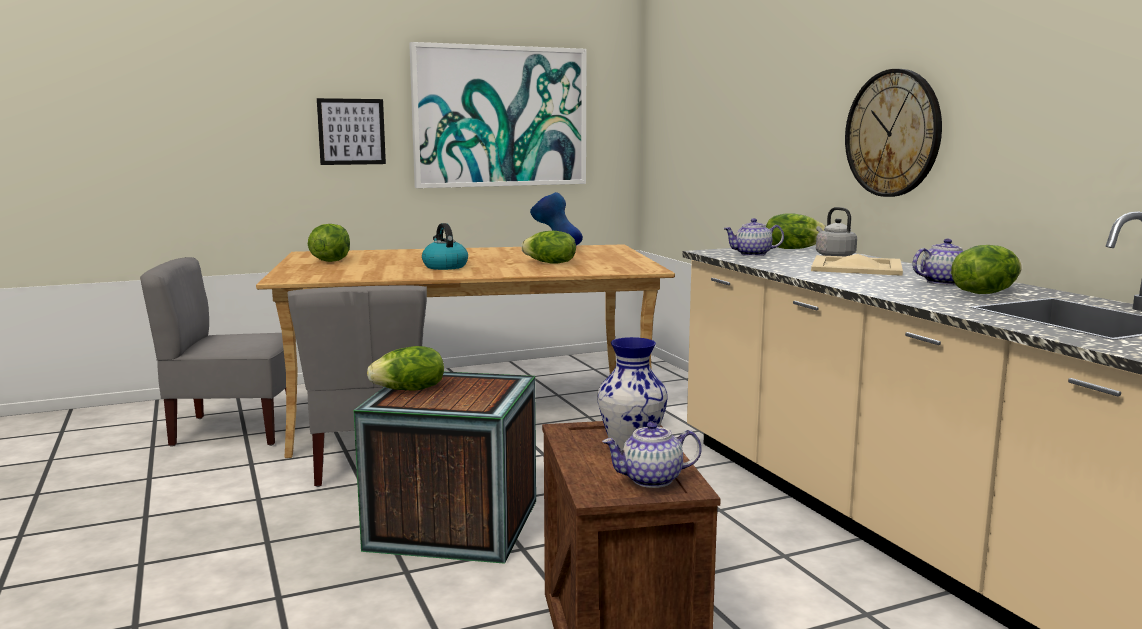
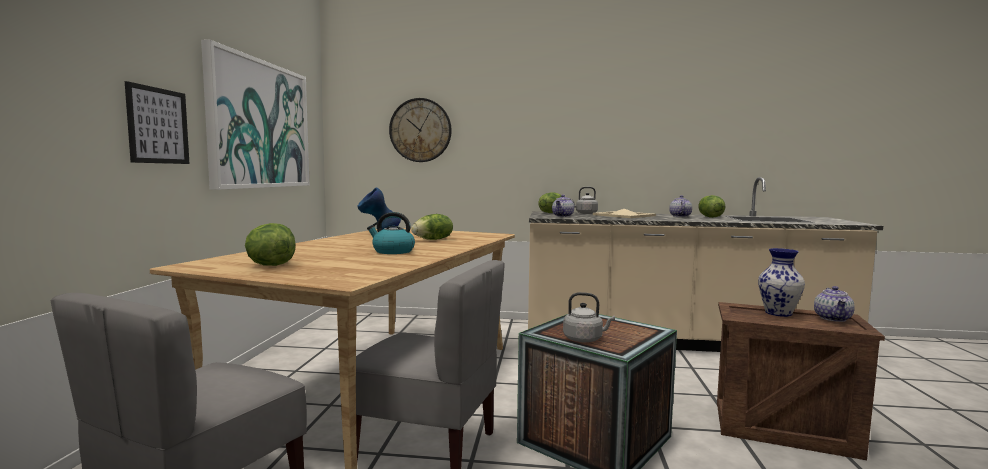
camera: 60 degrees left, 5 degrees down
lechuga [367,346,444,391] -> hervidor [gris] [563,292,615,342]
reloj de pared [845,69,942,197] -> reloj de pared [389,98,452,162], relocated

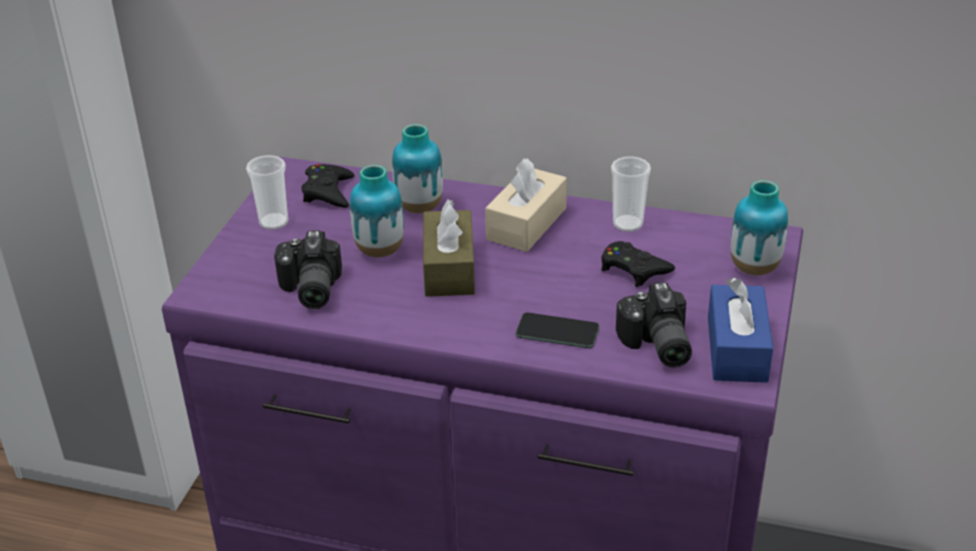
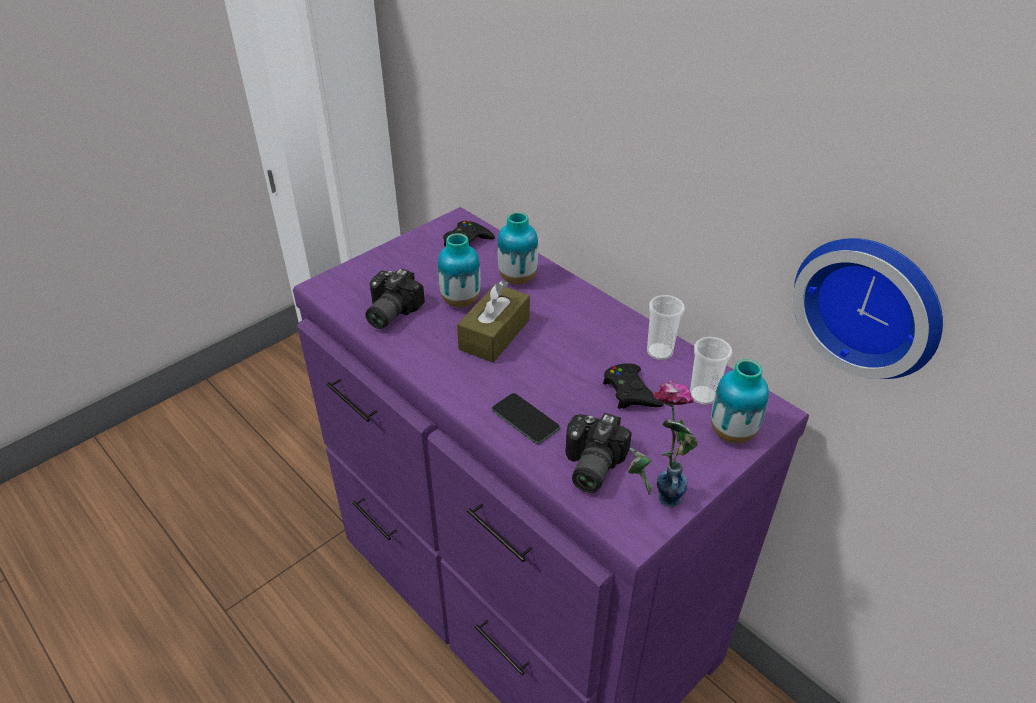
camera: 30 degrees right, 5 degrees up
taza [246,155,288,230] -> taza [690,337,732,405], relocated
caja de pañuelos [beis] [485,158,567,252] -> none
caja de pañuelos [azul] [708,278,773,383] -> florero [628,380,698,508]
none -> reloj de pared [793,238,943,379]

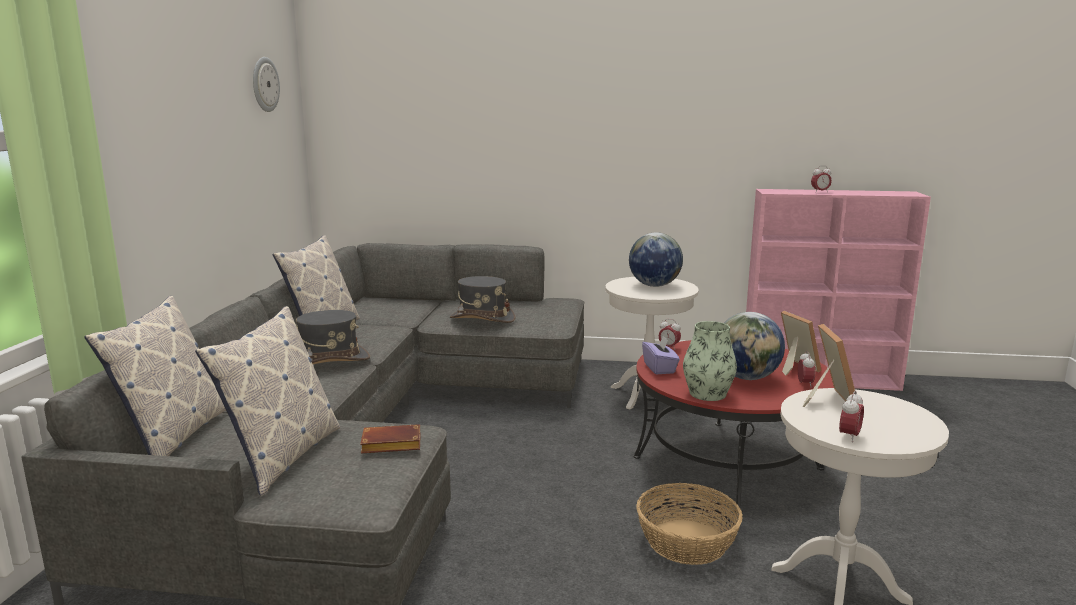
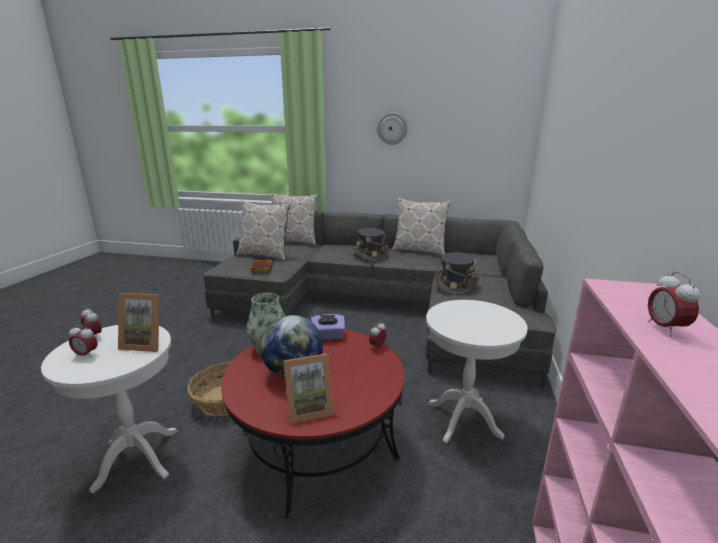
camera: 95 degrees right, 5 degrees up
reloj de pared [253,57,280,112] -> reloj de pared [377,112,407,145], relocated
globo terráqueo [629,232,683,287] -> none
despertador [798,351,816,388] -> despertador [69,325,98,358], relocated

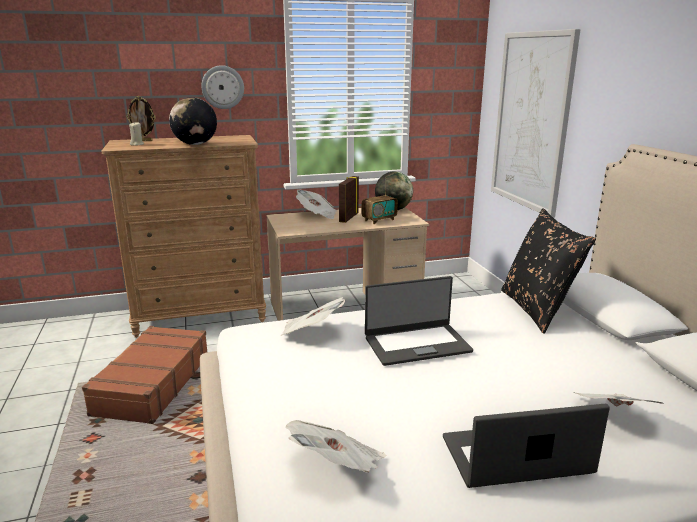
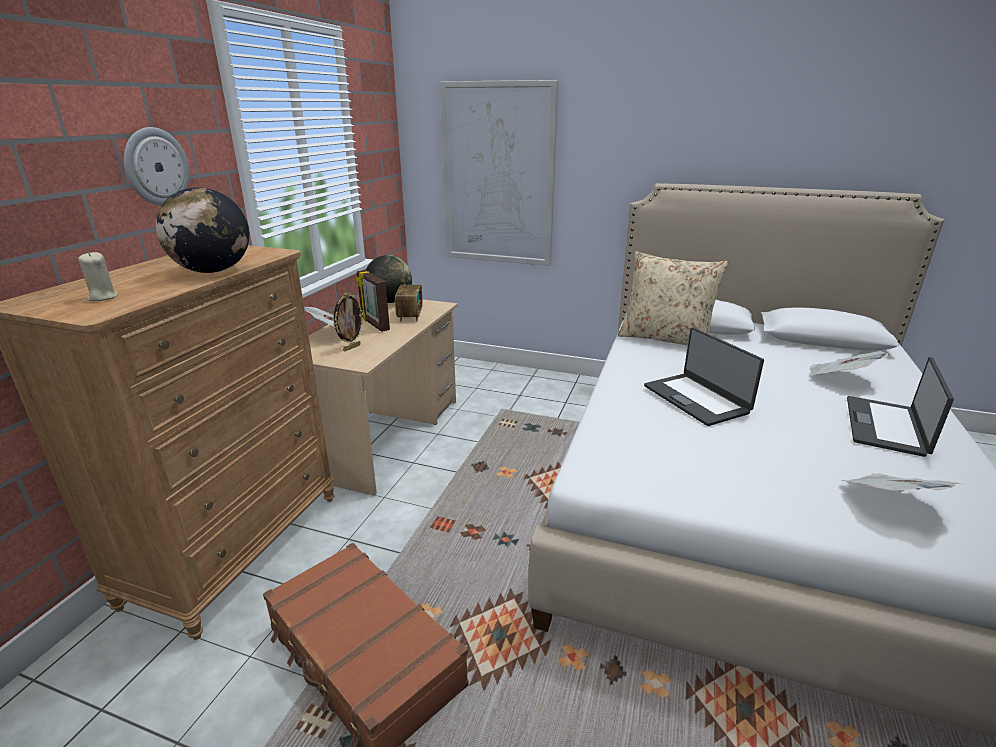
camera: 55 degrees left, 5 degrees up
portarretratos [126,96,155,141] -> portarretratos [333,293,364,351], relocated
periódico [280,297,345,336] -> none
portátil [365,276,473,366] -> portátil [644,327,764,426], 135 degrees clockwise
cojín [negro] [501,209,596,334] -> cojín [beis] [618,251,729,346]

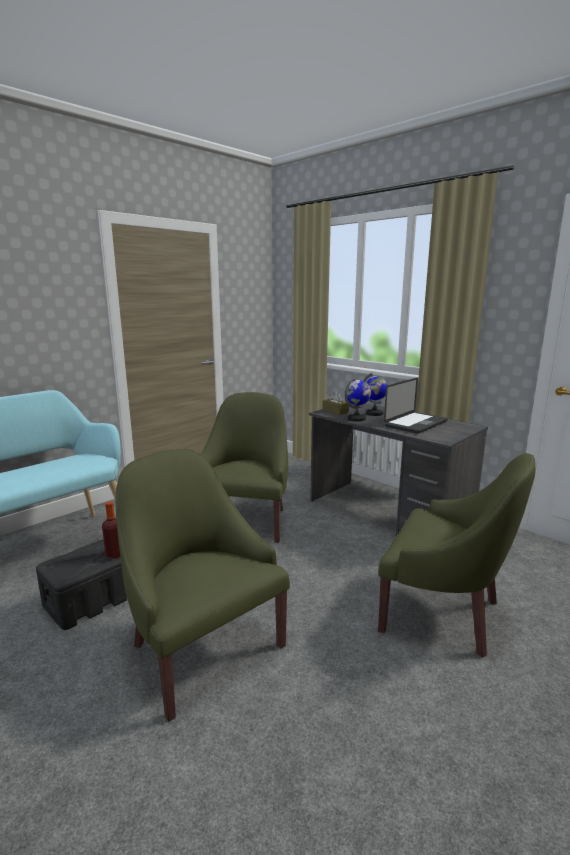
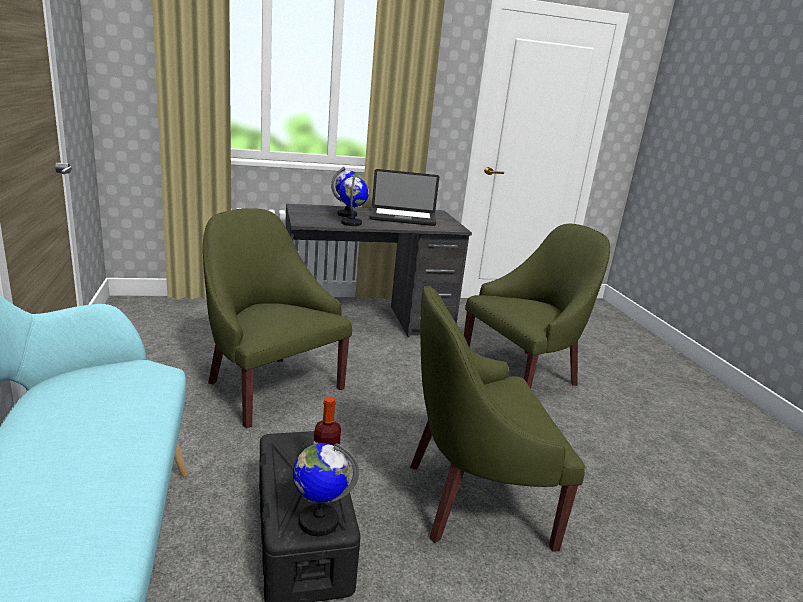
camera: 60 degrees left, 5 degrees up
caja de pañuelos [marrón] [323,391,349,415] -> none
portátil [384,378,448,434] -> portátil [369,169,439,226], 105 degrees clockwise
none -> globo terráqueo [293,443,359,536]

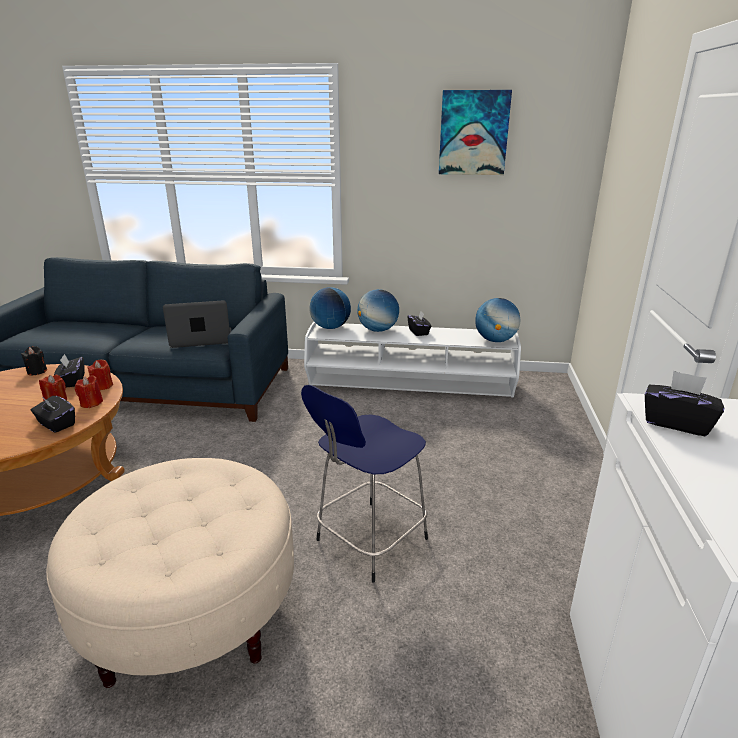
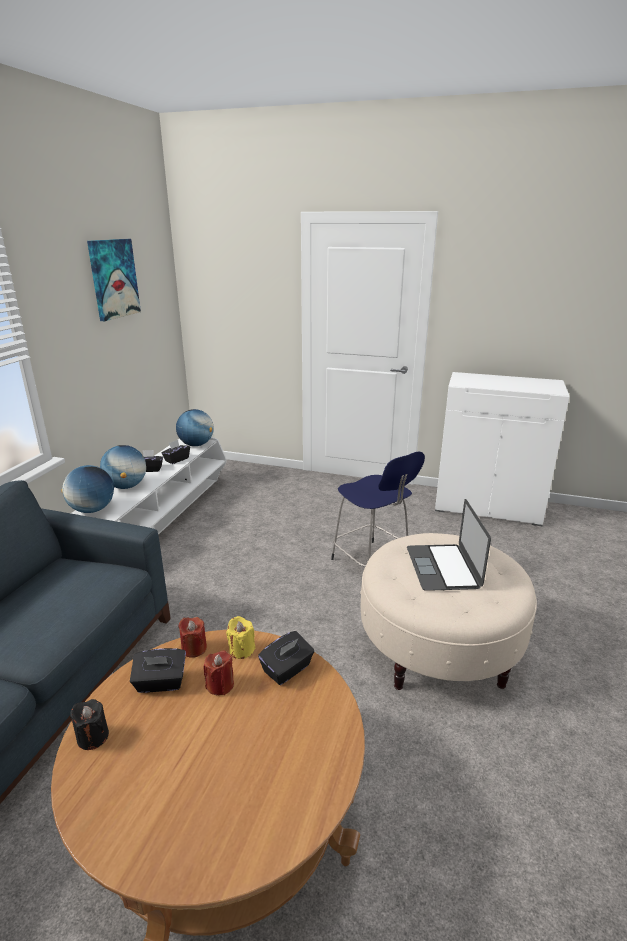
camera: 80 degrees left, 0 degrees up
vela [rojo] [75,375,103,408] -> vela [amarillo] [226,616,255,659]
portátil [163,301,231,348] -> portátil [407,499,491,591], relocated
caja de pañuelos [negro] [645,371,724,436] -> caja de pañuelos [negro] [161,440,190,464], relocated

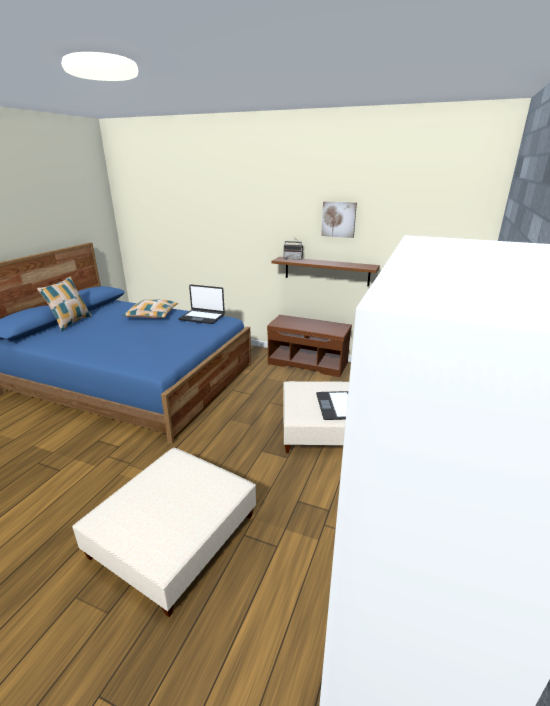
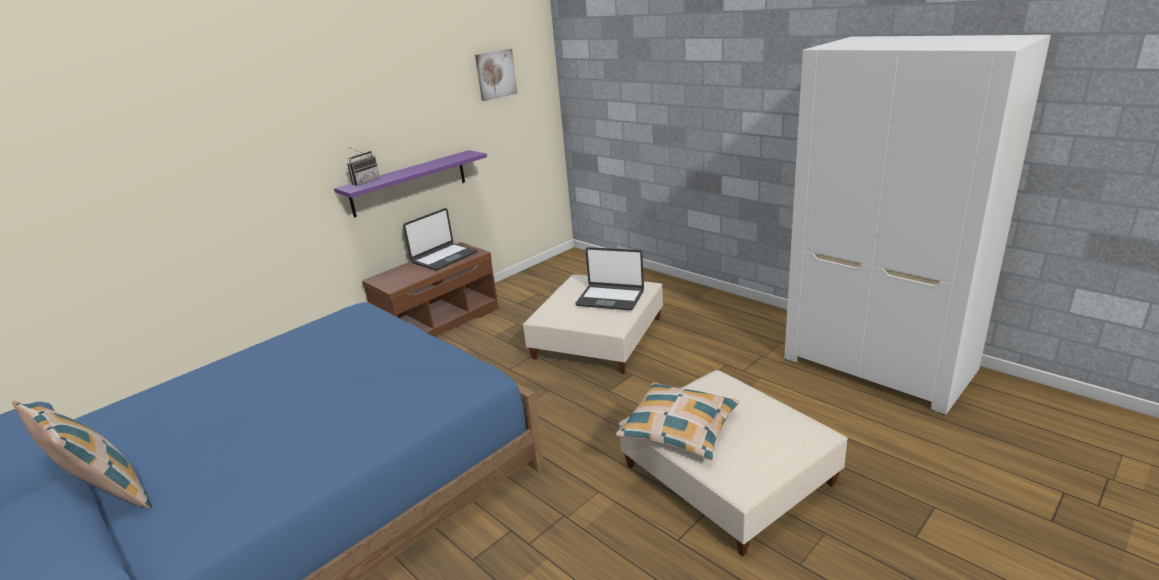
camera: 65 degrees left, 0 degrees up
cojín [122,299,178,318] -> cojín [616,382,739,460], relocated
portátil [179,284,225,324] -> portátil [403,208,478,270], relocated
estante [marrón] [271,257,380,286] -> estante [morado] [334,150,487,218]
cuadro [321,201,357,238] -> cuadro [475,49,518,101], relocated

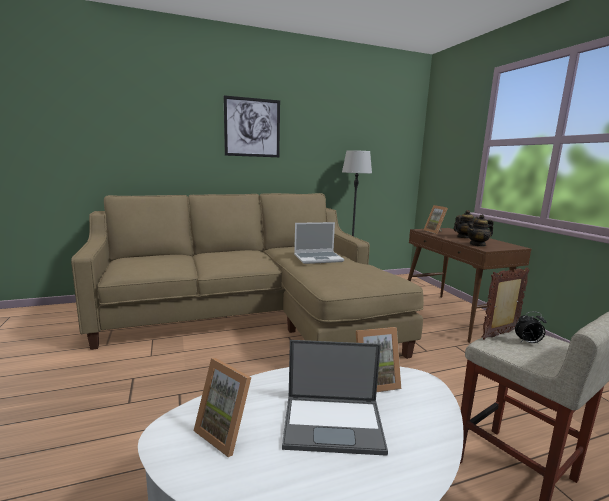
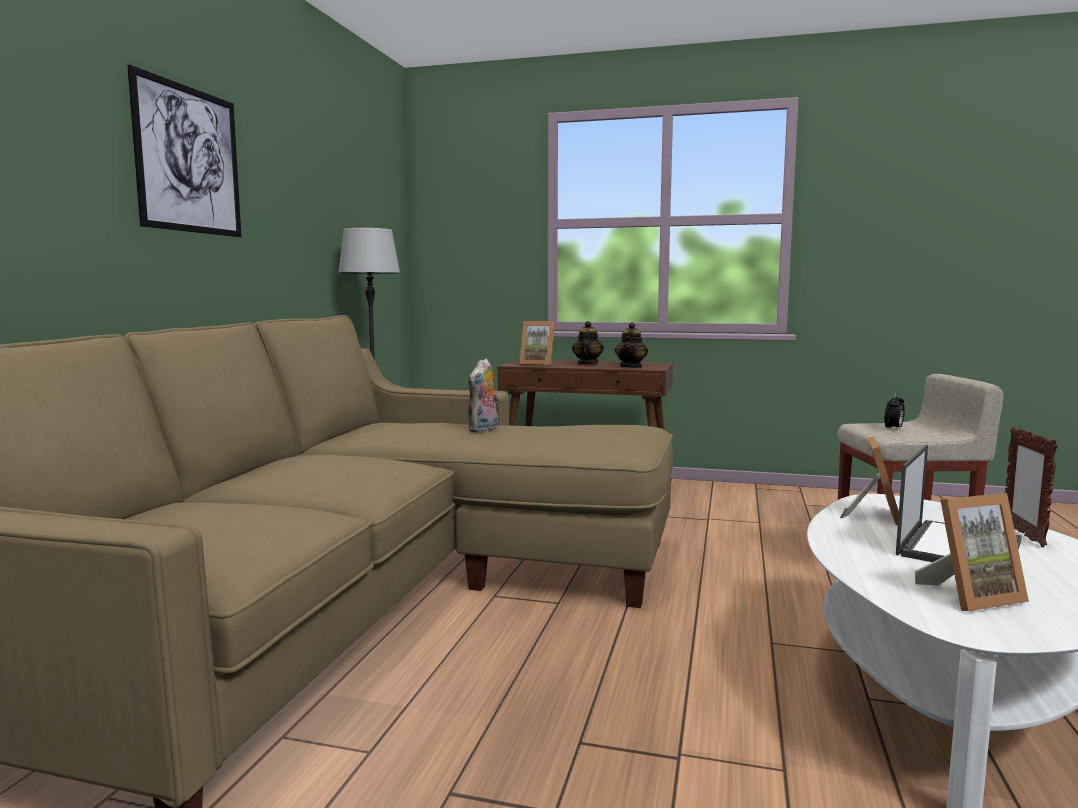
camera: 55 degrees left, 5 degrees down
portátil [294,222,344,264] -> peluche [468,358,499,433]
portarretratos [482,267,530,340] -> portarretratos [1005,427,1058,547], relocated

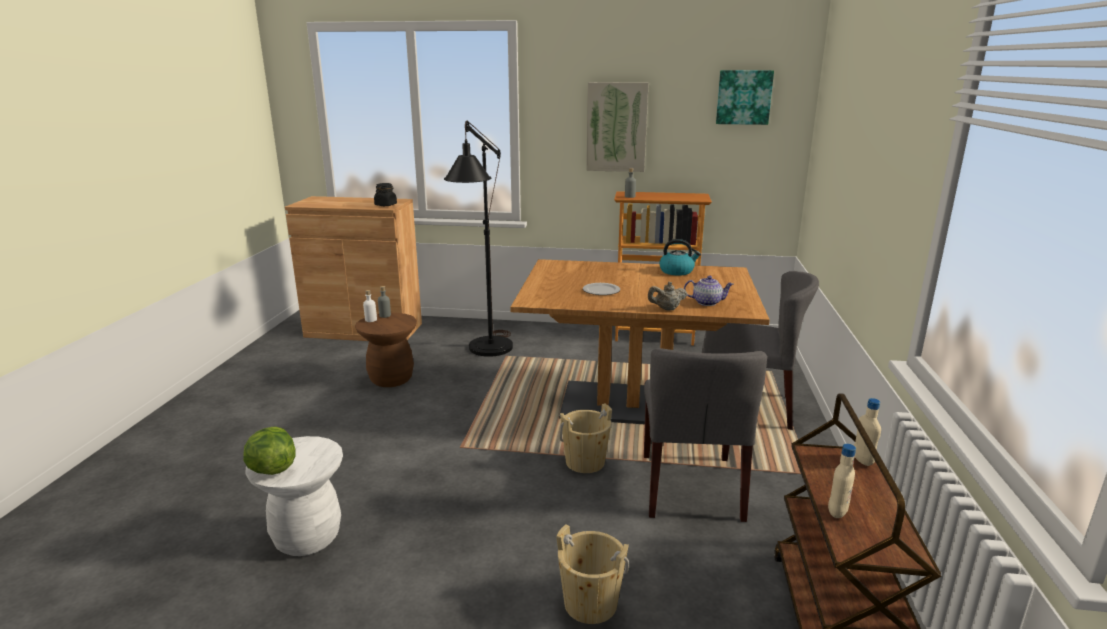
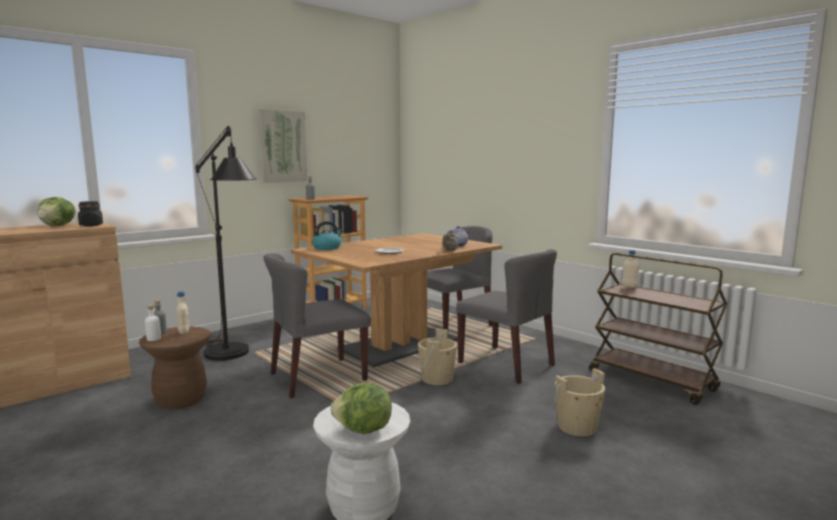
camera: 50 degrees left, 10 degrees down
hervidor [659,239,701,276] -> hervidor [312,221,343,250], relocated
cuadro [716,70,774,125] -> none
botella [beis] [828,444,856,518] -> botella [beis] [176,291,189,335], relocated
none -> lechuga [37,197,76,226]
none -> silla [gris] [264,253,371,398]

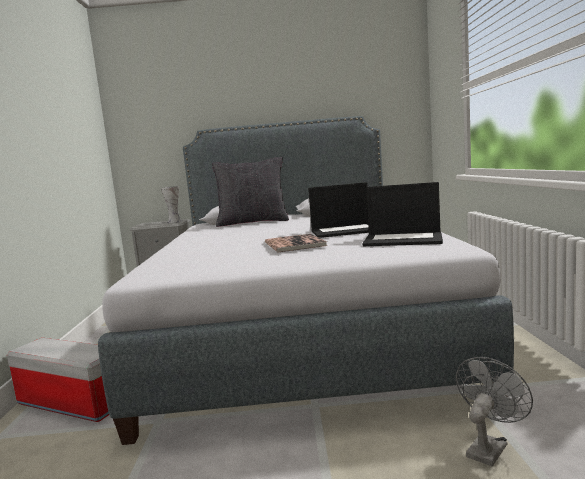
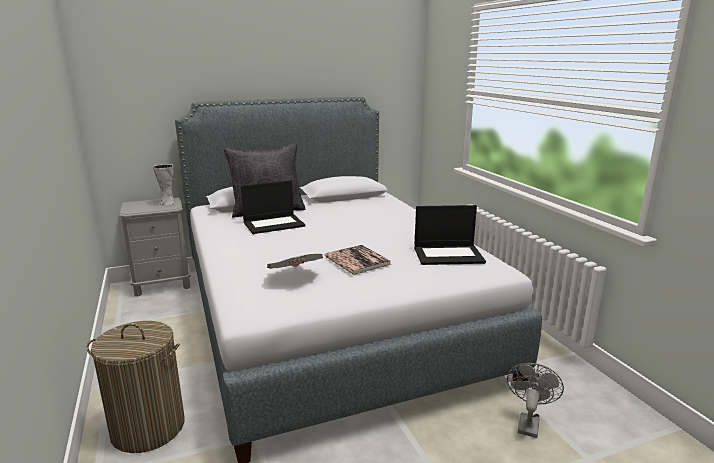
camera: 20 degrees left, 10 degrees up
caja de almacenaje [7,338,109,422] -> cesto de la ropa [87,321,185,453]
portátil [308,182,369,238] -> portátil [241,180,306,234], relocated
none -> periódico [267,254,323,269]

